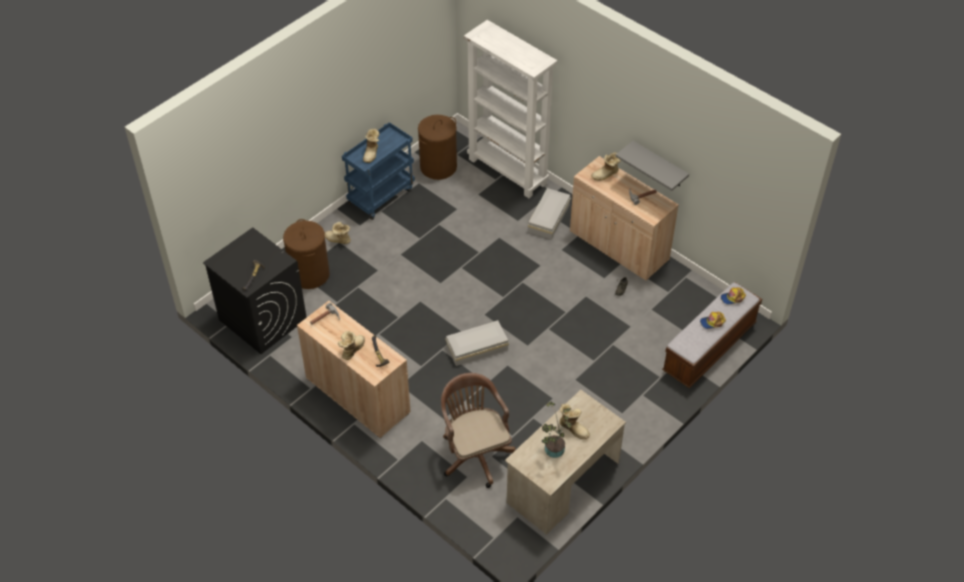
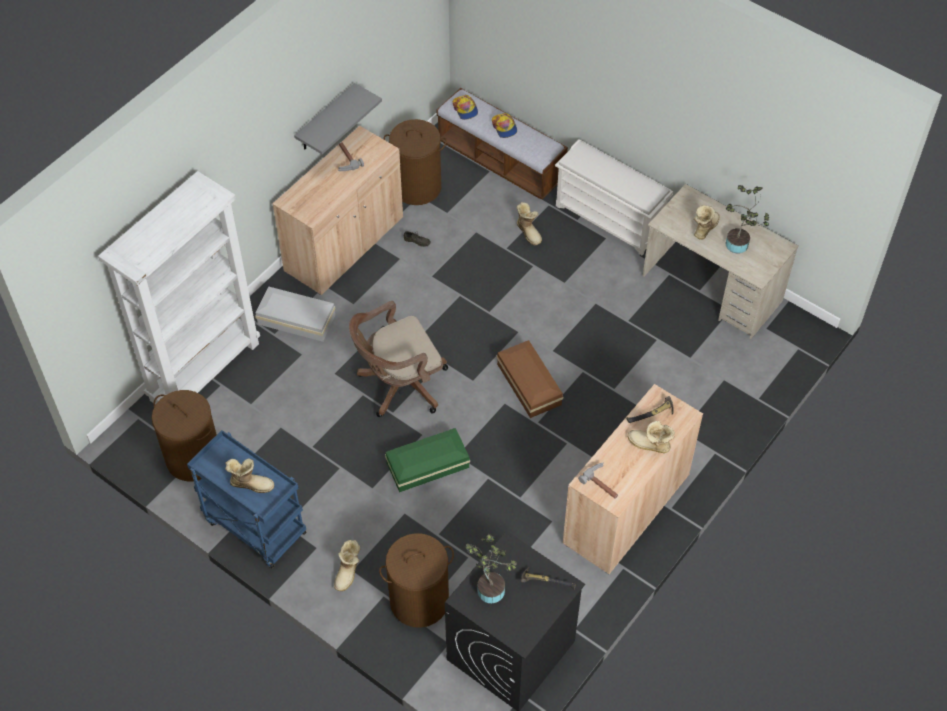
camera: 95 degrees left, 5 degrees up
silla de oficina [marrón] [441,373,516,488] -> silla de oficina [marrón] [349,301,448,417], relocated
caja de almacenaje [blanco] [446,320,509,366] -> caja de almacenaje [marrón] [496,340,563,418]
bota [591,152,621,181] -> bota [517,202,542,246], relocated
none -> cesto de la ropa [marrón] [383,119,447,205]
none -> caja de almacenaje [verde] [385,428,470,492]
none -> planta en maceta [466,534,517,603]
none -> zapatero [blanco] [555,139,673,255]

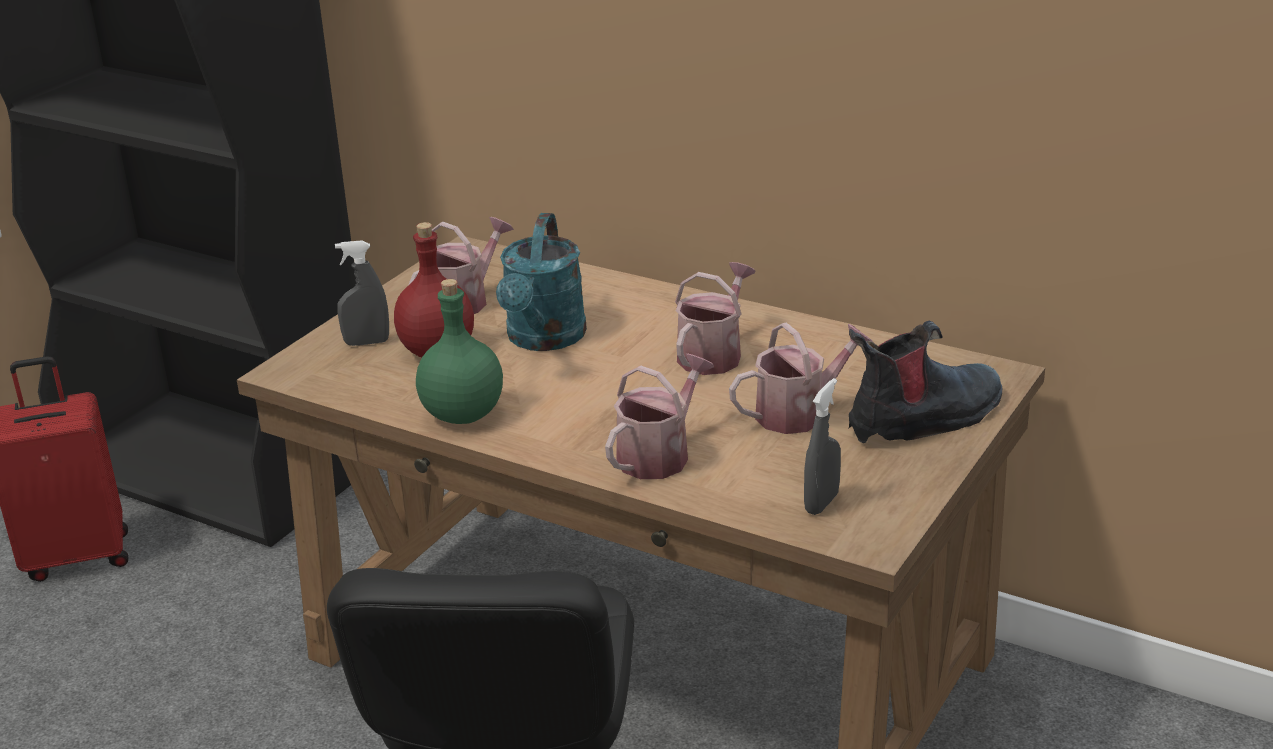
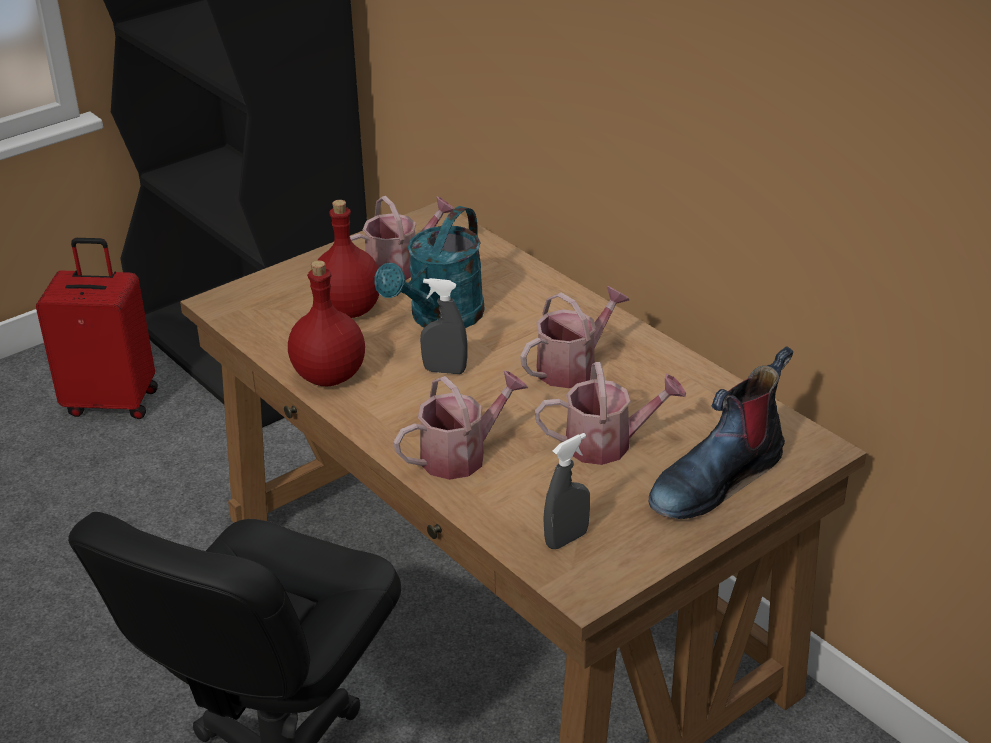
camera: 20 degrees right, 5 degrees up
pulverizador [gris] [335,240,389,346] -> pulverizador [gris] [420,278,467,374], relocated
botella [verde] [416,279,503,424] -> botella [rojo] [288,260,365,386]
bota [849,321,1002,443] -> bota [648,346,793,519], 150 degrees clockwise

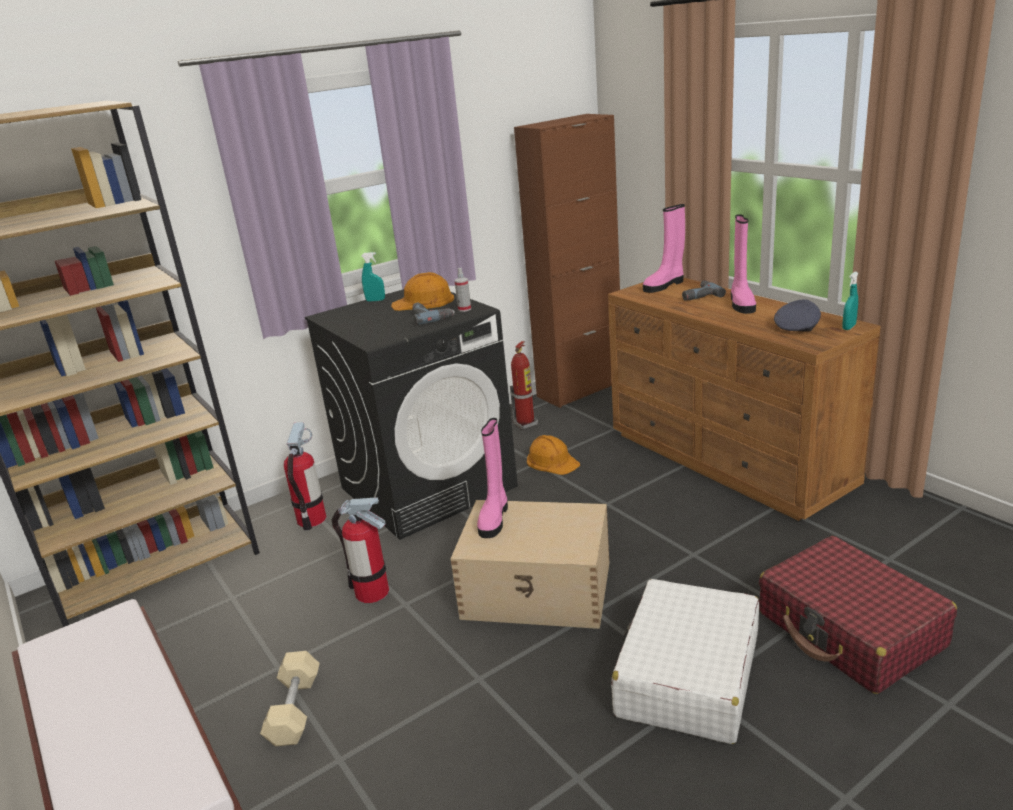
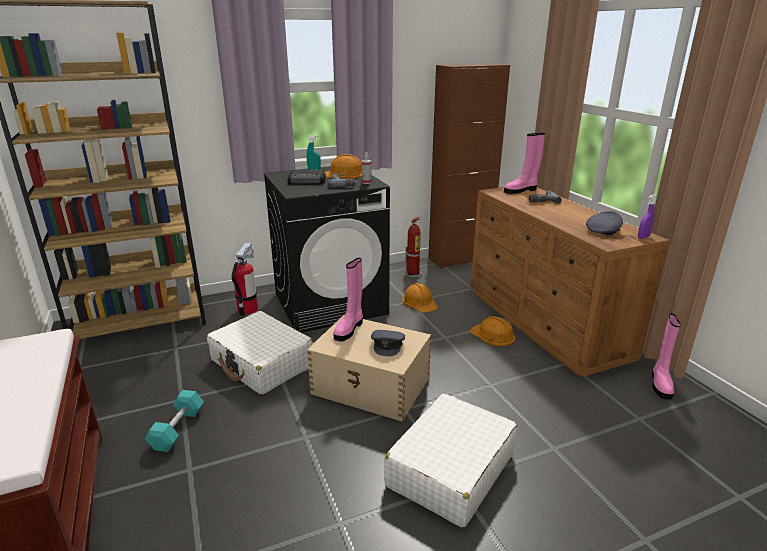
camera: 10 degrees right, 0 degrees up
mancuerna [beis] [260,651,320,747] -> mancuerna [turquesa] [145,390,204,452]
extintor [331,497,389,603] -> maleta [blanco] [207,311,314,395]
bota [rosa] [731,214,756,314] -> bota [rosa] [652,314,681,399], relocated
maleta [rojo] [759,536,957,694] -> none
pulverizador [turquesa] [842,272,858,330] -> pulverizador [morado] [638,194,657,239]
none -> radio [288,170,326,184]
none -> gorra [gris] [371,330,405,356]
none -> casco [naranja] [470,316,515,346]

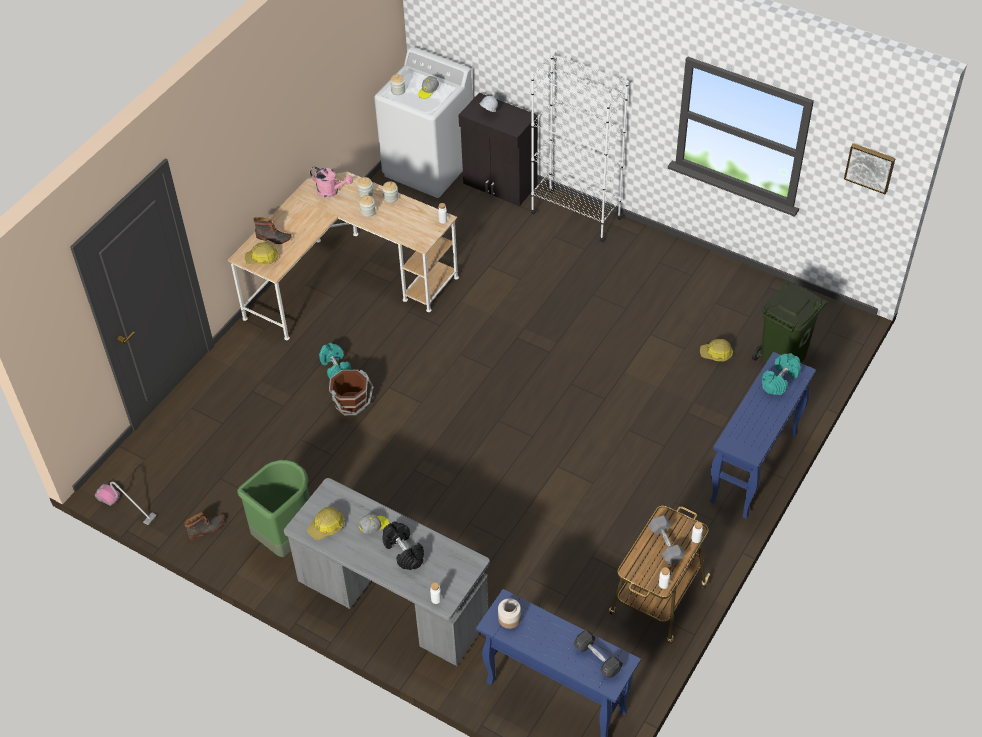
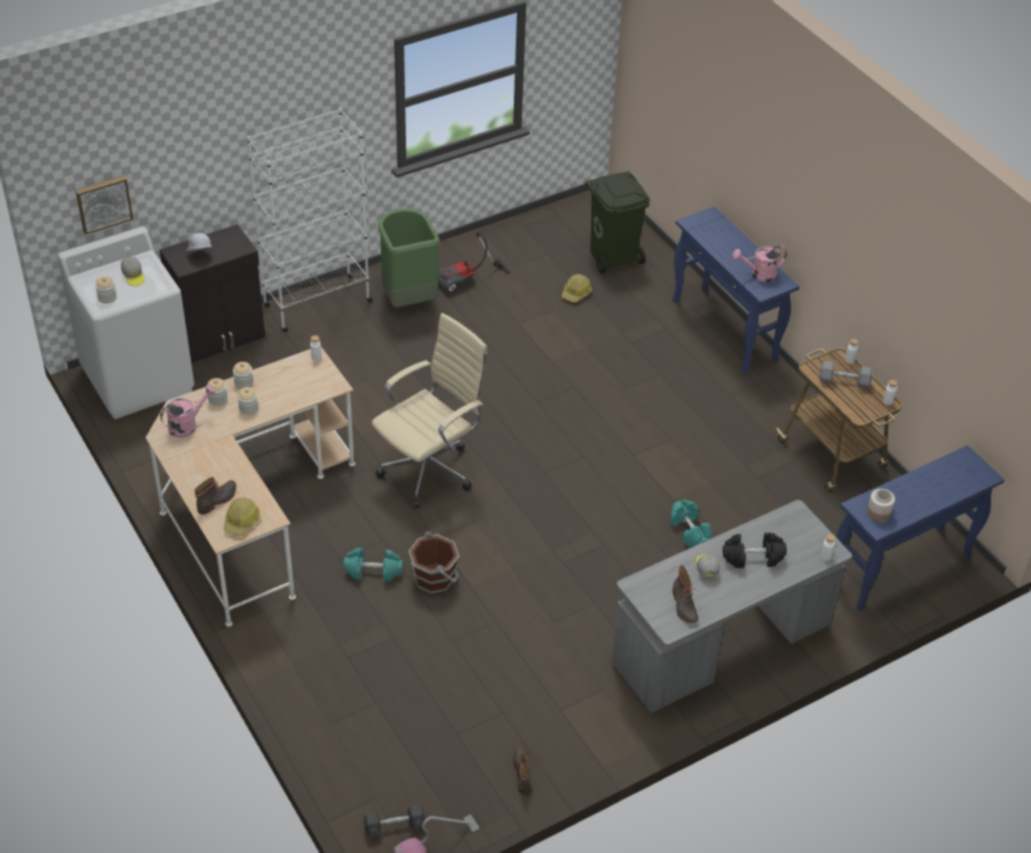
camera: 65 degrees left, 5 degrees down
papelera [verde] [237,460,310,557] -> papelera [verde] [378,208,440,308], relocated
casco [307,507,344,540] -> bota [672,565,699,623]
mancuerna [gris] [574,630,623,678] -> mancuerna [gris] [364,804,425,837], relocated
mancuerna [turquesa] [762,353,801,395] -> mancuerna [turquesa] [670,499,712,547], relocated
cuadro [844,143,896,194] -> cuadro [76,176,133,234], relocated
none -> silla de oficina [beis] [372,313,487,508]
none -> aspiradora [438,232,511,293]
none -> regadera [rosa] [733,246,787,282]

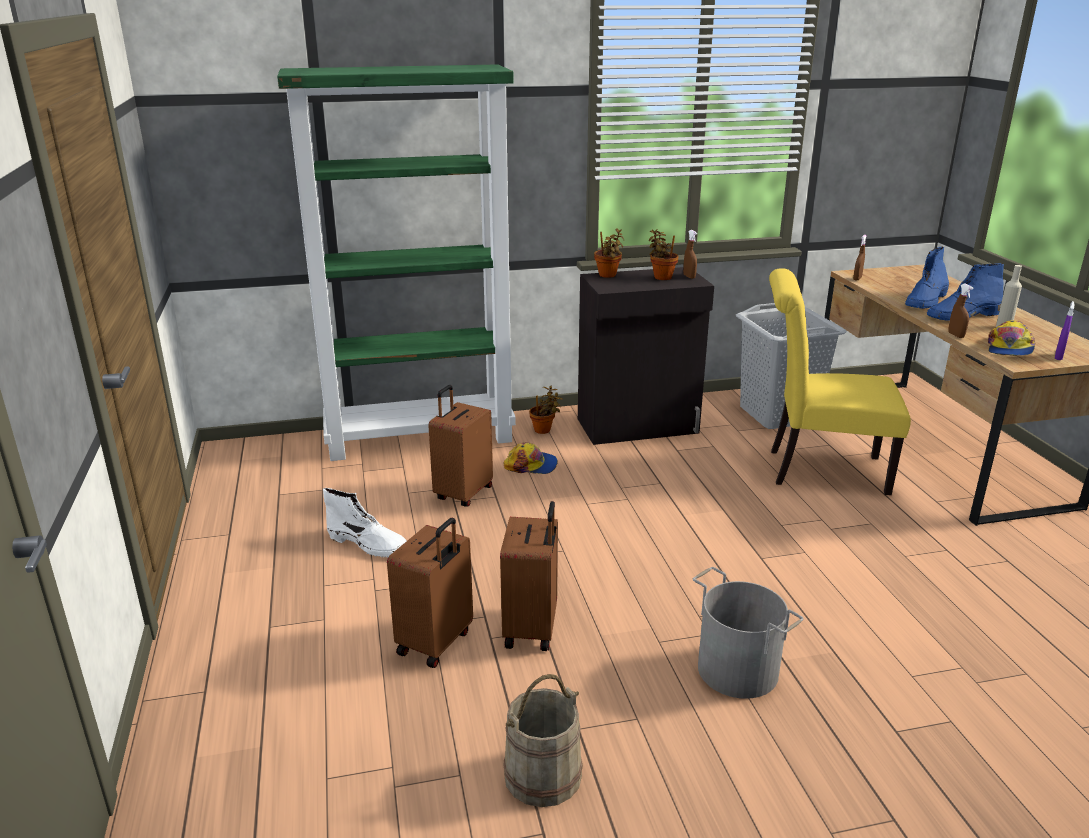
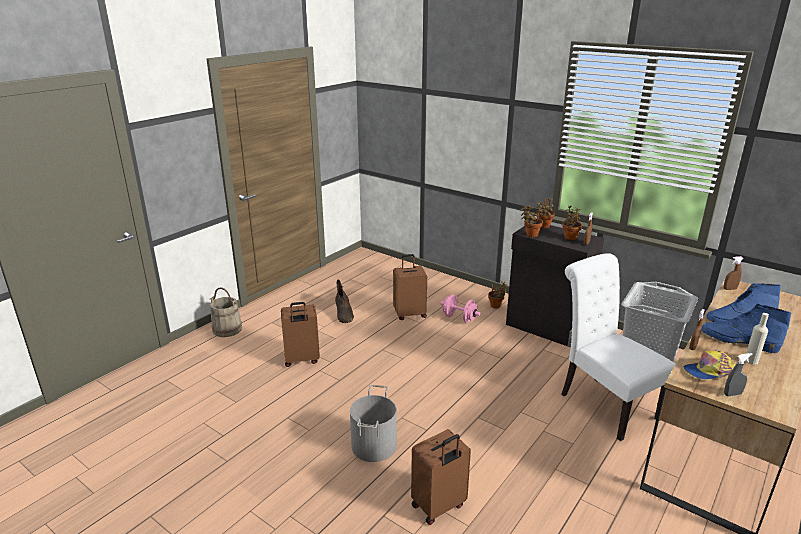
camera: 50 degrees right, 0 degrees up
estantería [verde] [277,64,516,461] -> none
bota [blanco] [323,488,407,558] -> bota [marrón] [335,279,354,323]
maleta [marrón] [500,501,558,651] -> maleta [marrón] [411,429,471,525], relocated
gorra [503,442,558,474] -> mancuerna [rosa] [440,294,480,323]
cubo [beis] [503,674,583,807] -> cubo [beis] [210,287,242,337], relocated
silla [amarillo] [769,268,911,495] -> silla [blanco] [561,253,676,441]
pulverizador [morado] [1055,301,1075,360] -> pulverizador [gris] [724,353,753,396]
none -> planta en maceta [520,206,543,237]

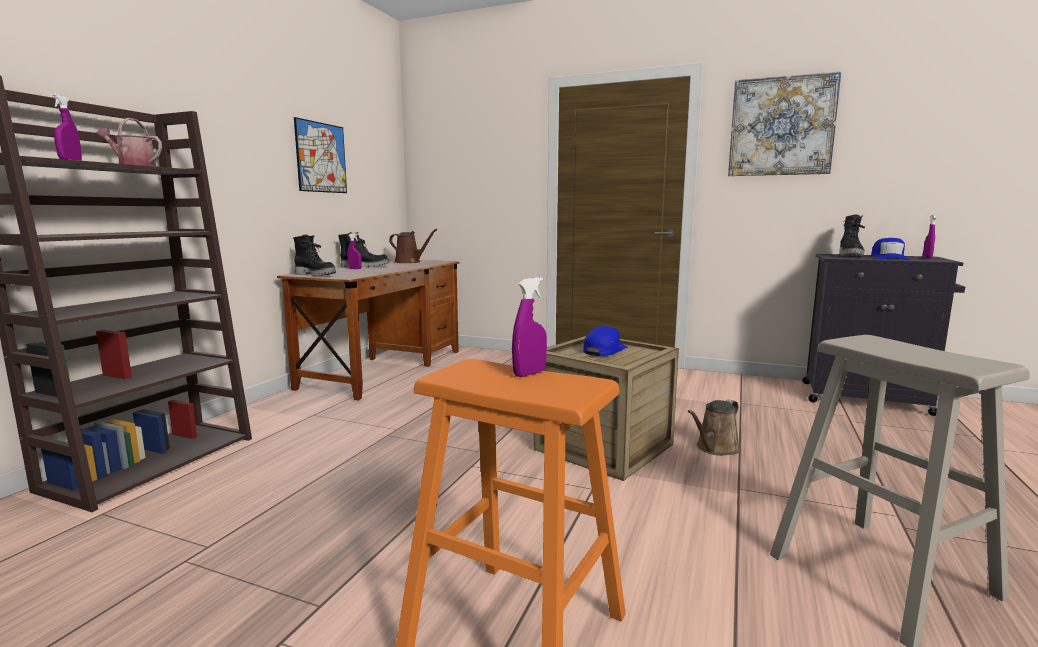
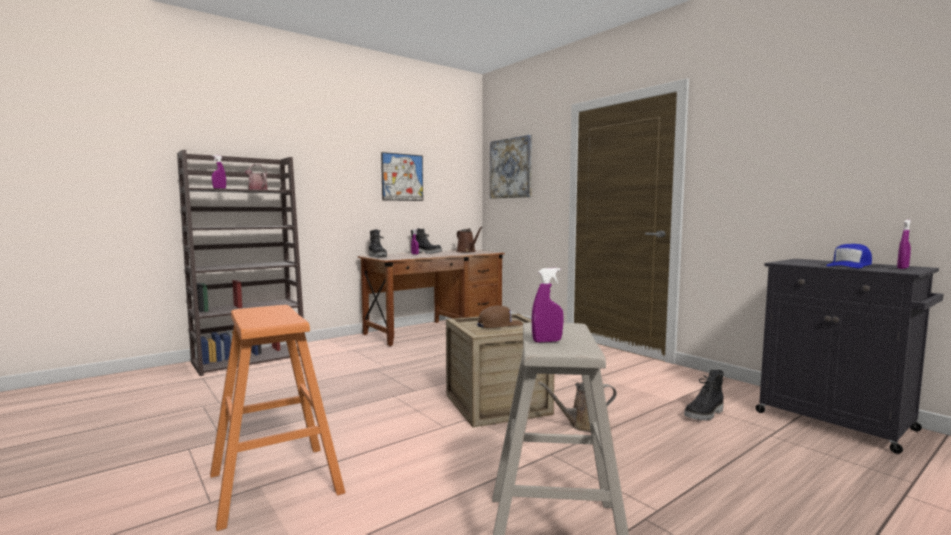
camera: 30 degrees right, 5 degrees down
pulverizador [morado] [512,277,547,377] -> pulverizador [morado] [531,268,563,343], relocated
gorra [azul] [583,326,628,356] -> gorra [marrón] [478,306,523,328]
cuadro [728,71,841,176] -> cuadro [490,135,532,199], relocated
bota [negro] [839,214,865,257] -> bota [negro] [684,370,724,421], relocated

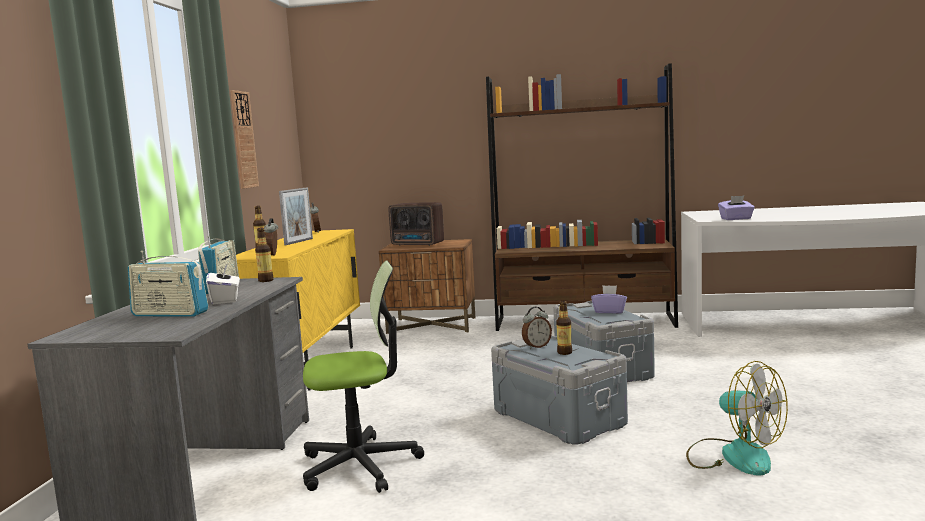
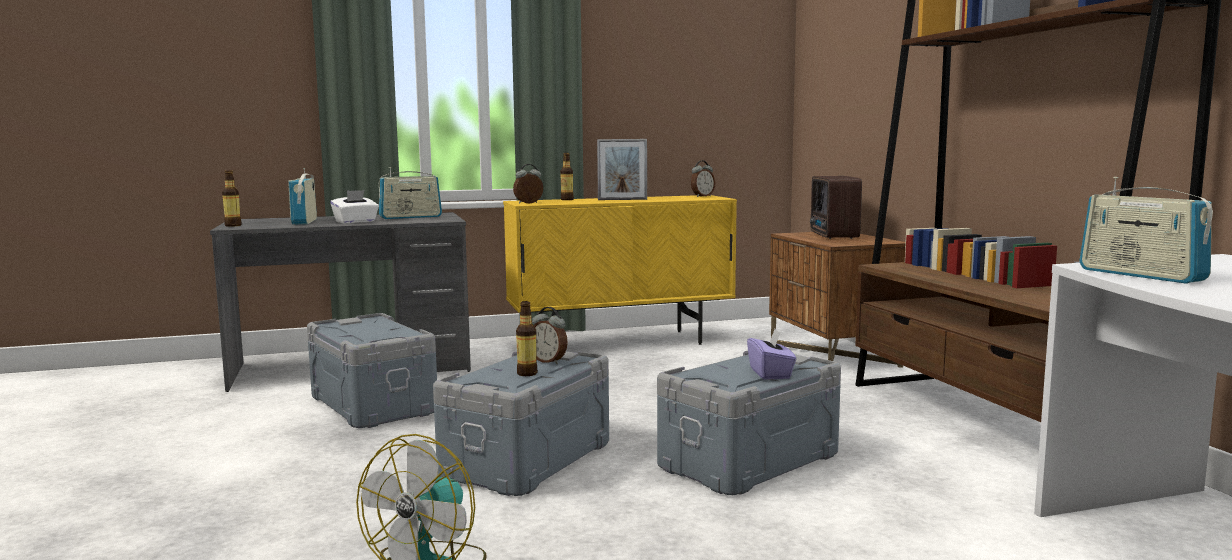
camera: 65 degrees right, 0 degrees up
reloj de pared [230,90,259,189] -> none
botella [255,228,274,282] -> botella [222,170,242,227], relocated
silla de oficina [303,261,424,493] -> caja de almacenaje [gris] [307,313,437,428]
caja de pañuelos [morado] [718,196,755,220] -> radio [1080,177,1213,284]

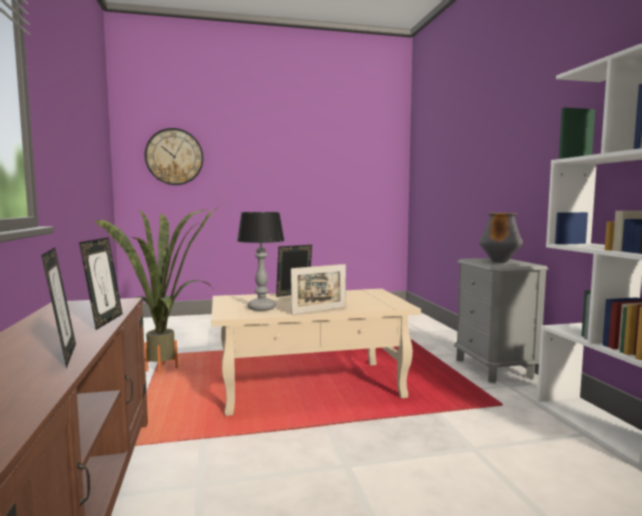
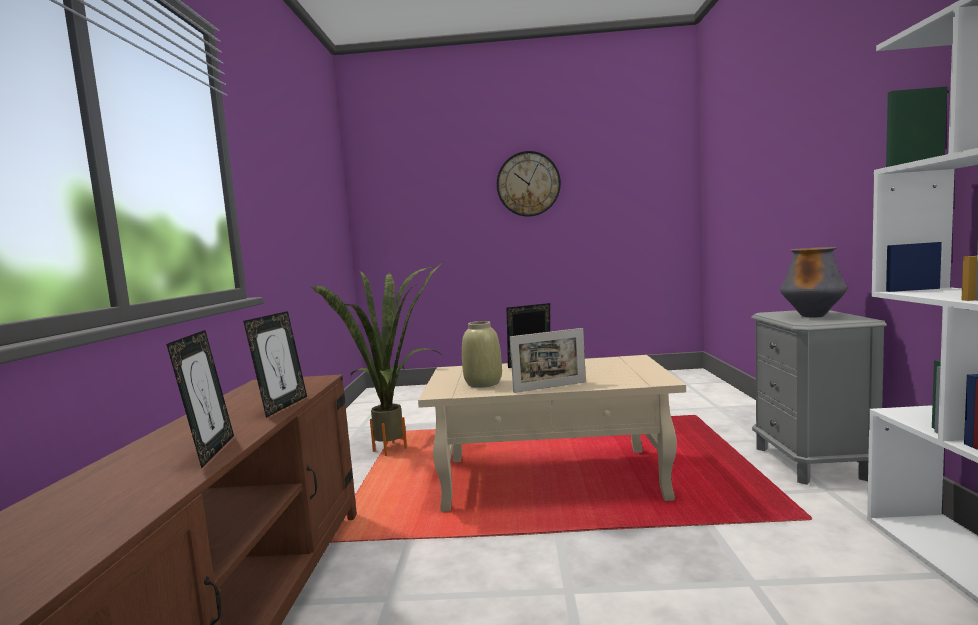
camera: 15 degrees right, 0 degrees up
reloj de pared [145,128,203,185] -> reloj de pared [497,151,561,217], relocated
lámpara de mesa [237,212,284,311] -> florero [beis] [462,321,502,388]

